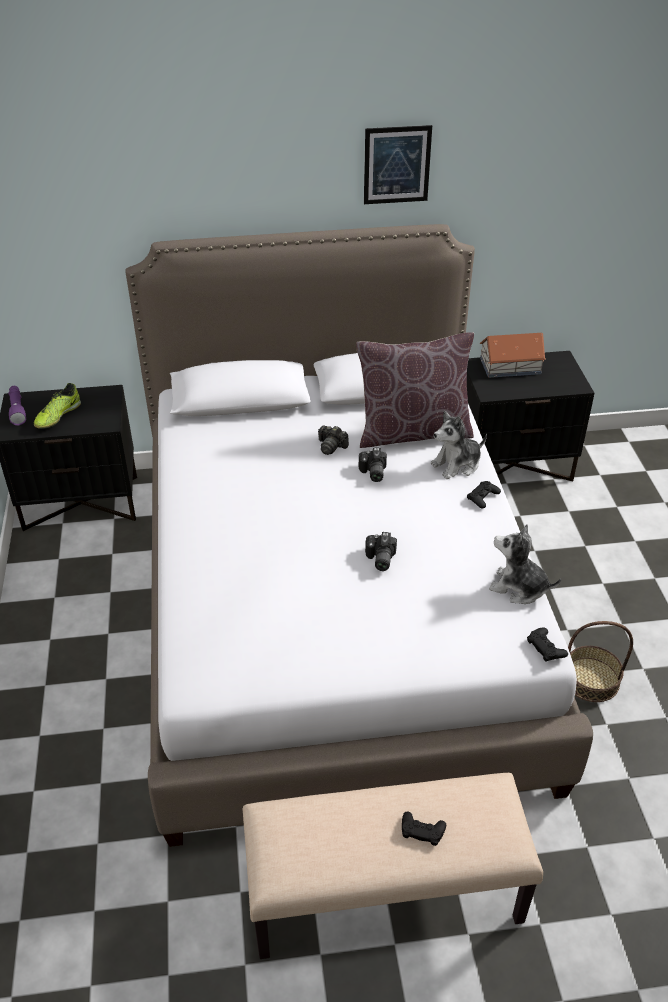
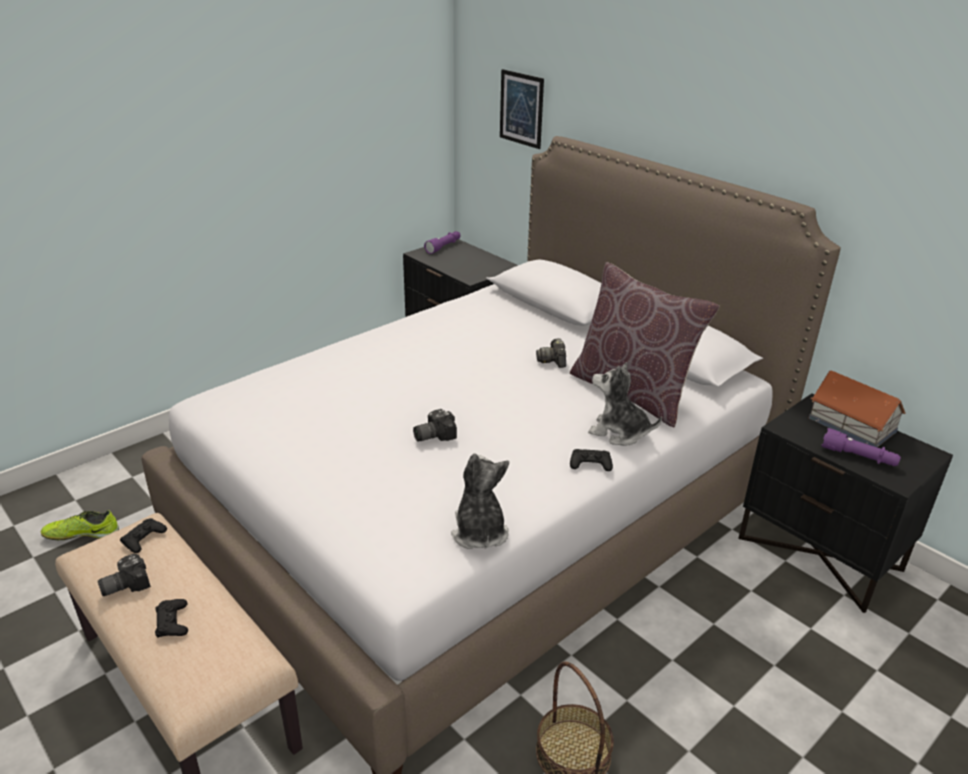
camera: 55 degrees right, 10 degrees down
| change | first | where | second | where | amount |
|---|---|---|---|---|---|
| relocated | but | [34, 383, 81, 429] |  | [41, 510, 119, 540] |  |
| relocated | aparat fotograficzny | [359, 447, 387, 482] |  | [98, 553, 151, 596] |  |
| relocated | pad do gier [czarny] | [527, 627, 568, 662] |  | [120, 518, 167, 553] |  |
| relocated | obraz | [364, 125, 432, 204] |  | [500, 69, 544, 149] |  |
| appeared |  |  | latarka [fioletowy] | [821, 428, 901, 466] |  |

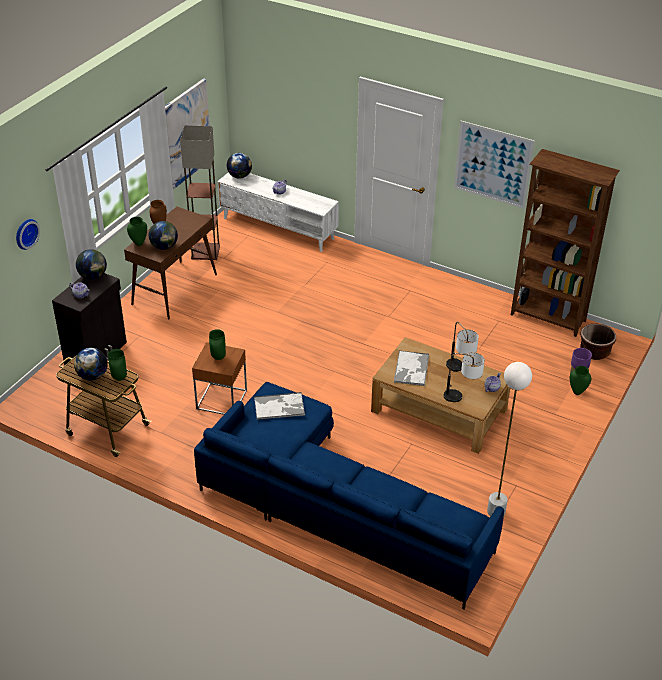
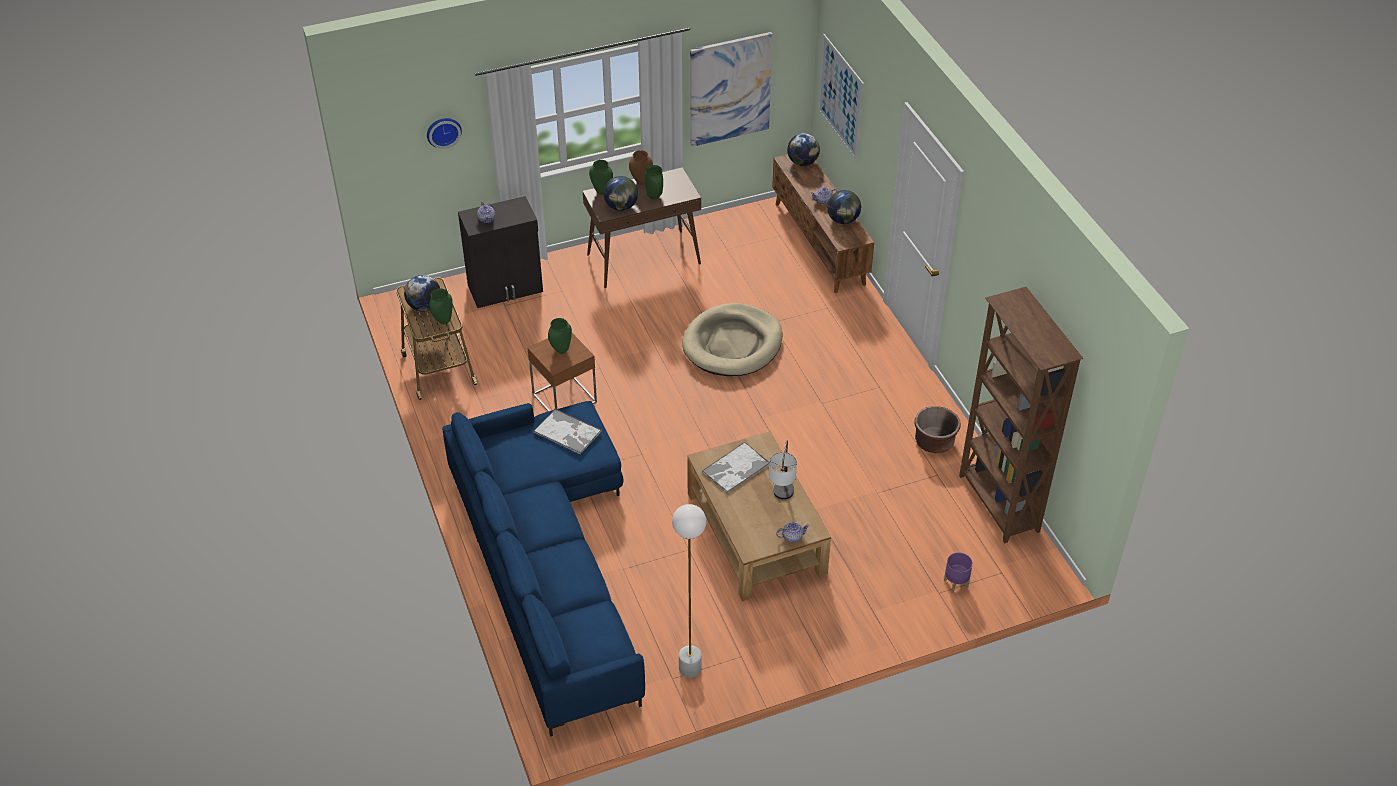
camera: 40 degrees right, 5 degrees up
| change | first | where | second | where | amount |
|---|---|---|---|---|---|
| relocated | wazon [zielony] | [570, 366, 591, 395] |  | [645, 165, 663, 200] |  |
| appeared |  |  | legowisko [beżowy] | [682, 303, 783, 376] |  |
| colour | szafka pod telewizor [biały] | [217, 172, 339, 252] | szafka pod telewizor [brązowy] | [772, 154, 874, 293] |  |
| relocated | obraz | [454, 121, 535, 209] |  | [818, 34, 864, 161] |  |
| relocated | globus | [76, 249, 107, 280] |  | [827, 190, 861, 224] |  |
| relocated | donica [brązowy] | [580, 324, 616, 360] |  | [915, 406, 961, 453] |  |
| missing | lampa stojąca | [180, 125, 220, 260] |  |  |  |
| missing | lampa stołowa | [444, 352, 485, 402] |  |  |  |

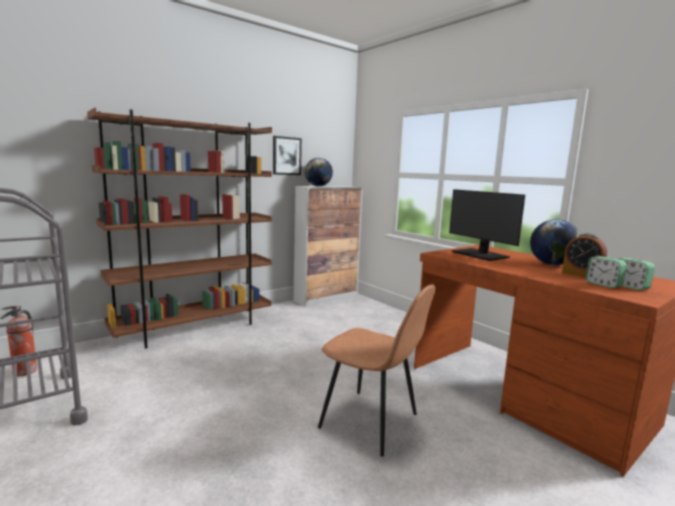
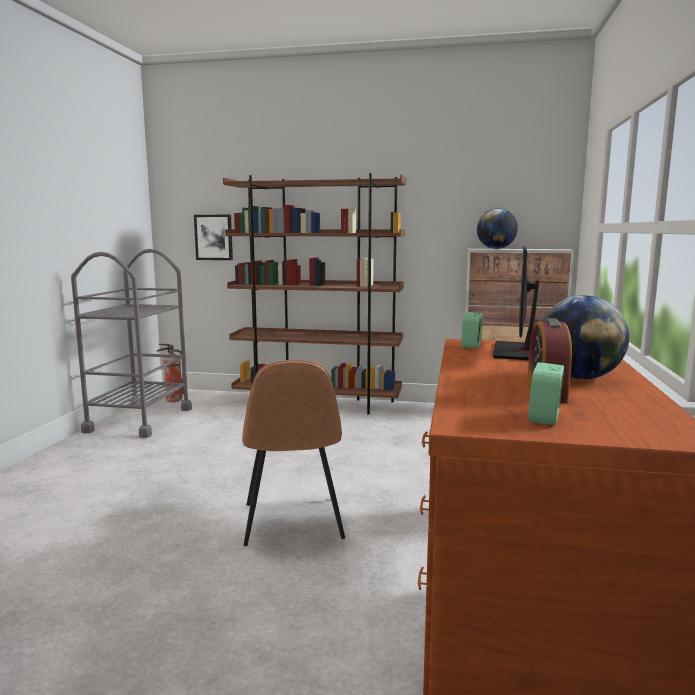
camera: 50 degrees right, 0 degrees up
| change | first | where | second | where | amount |
|---|---|---|---|---|---|
| relocated | obraz | [273, 136, 302, 175] |  | [194, 215, 233, 260] |  |
| relocated | budzik | [586, 256, 627, 288] |  | [461, 312, 483, 348] |  |

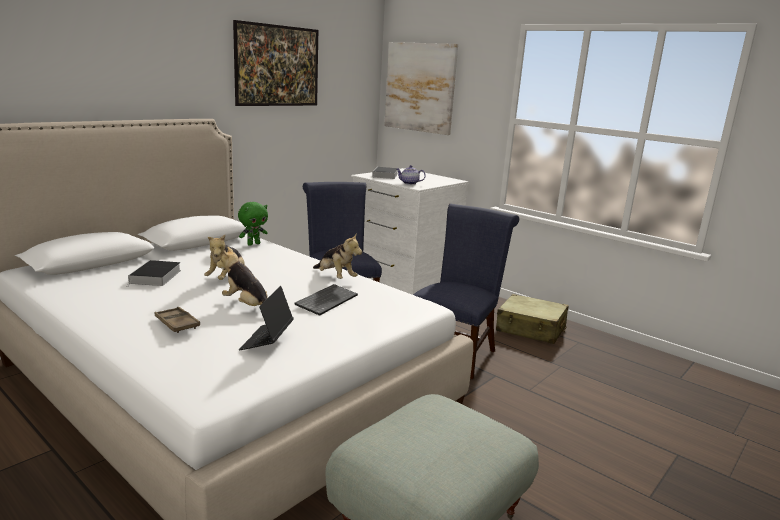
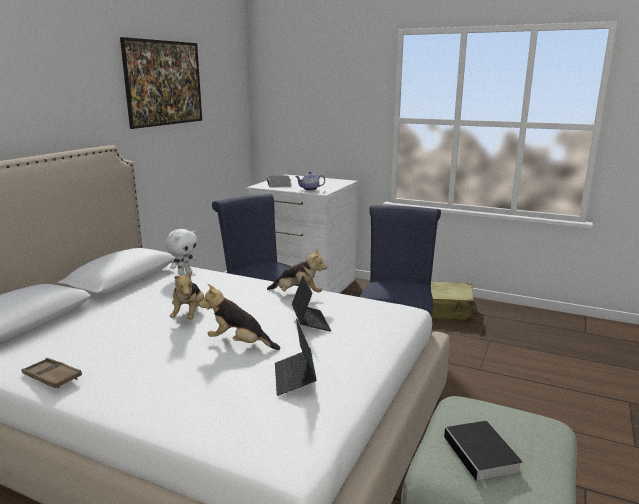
camera: 15 degrees left, 0 degrees up
| change | first | where | second | where | amount |
|---|---|---|---|---|---|
| relocated | taca [brązowy] | [155, 307, 200, 333] |  | [22, 358, 82, 388] |  |
| colour | pluszak [zielony] | [238, 202, 268, 246] | pluszak [biały] | [165, 229, 198, 275] |  |
| exchanged | klawiatura | [294, 284, 358, 316] | laptop | [292, 275, 331, 332] |  |
| relocated | książka | [127, 260, 181, 286] |  | [444, 421, 523, 491] |  |
| missing | obraz | [384, 42, 458, 135] |  |  |  |

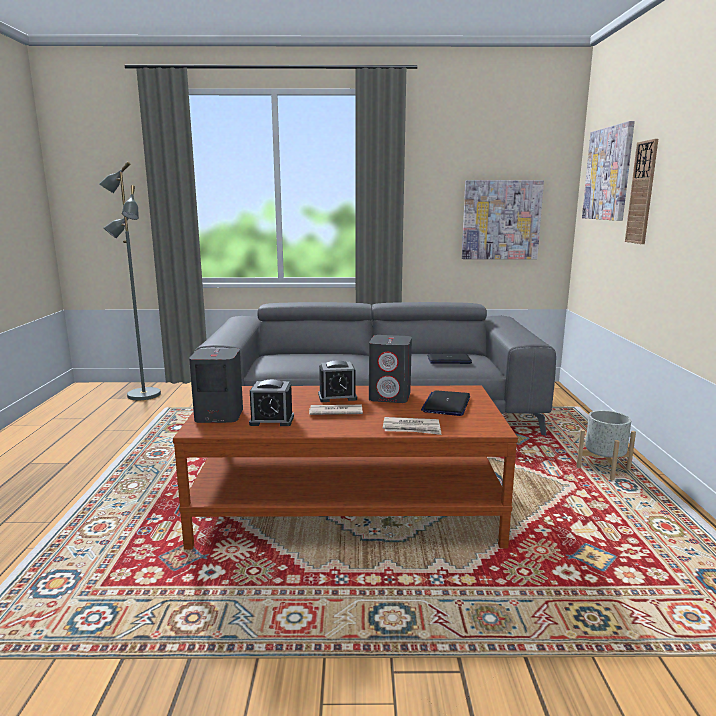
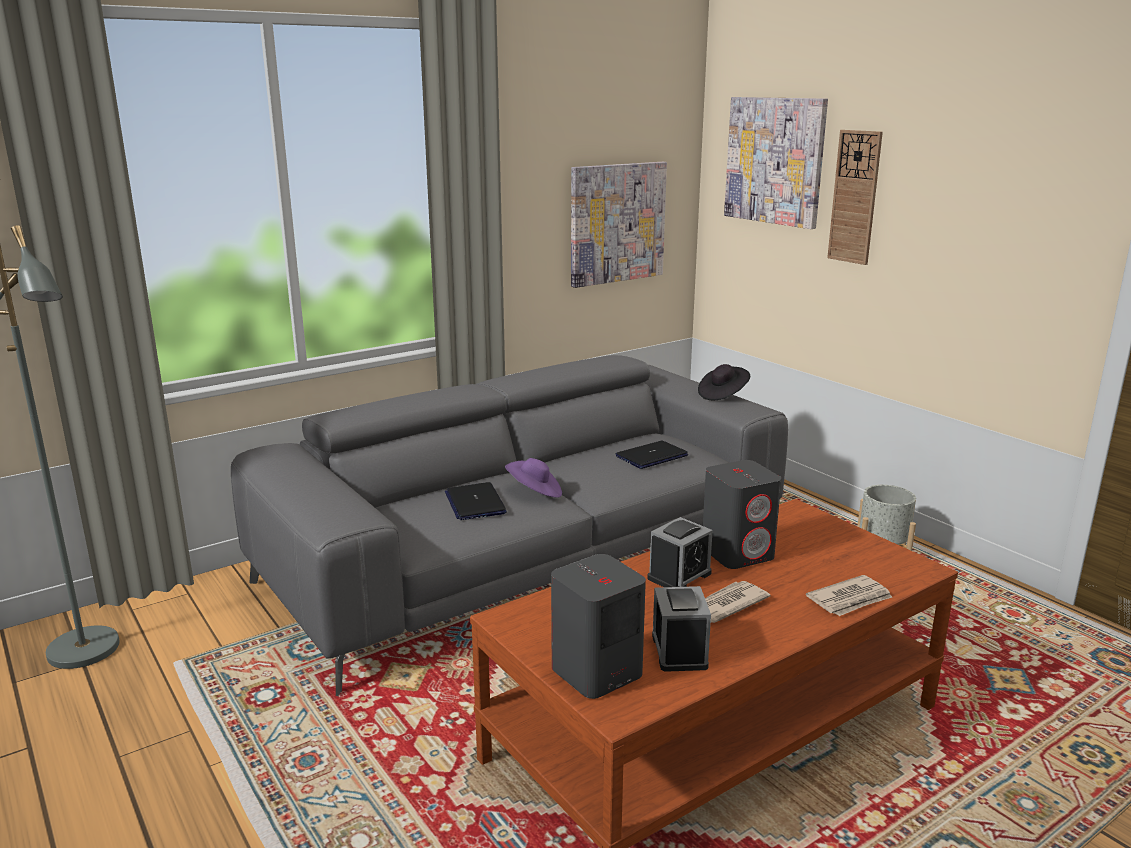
camera: 35 degrees left, 5 degrees up
| change | first | where | second | where | amount |
|---|---|---|---|---|---|
| relocated | laptop | [421, 390, 470, 416] |  | [445, 482, 507, 520] |  |
| appeared |  |  | kapelusz [fioletowy] | [505, 458, 562, 498] |  |
| spun | budzik | [249, 380, 294, 426] |  | [652, 586, 711, 672] | 120 degrees clockwise |
| appeared |  |  | kapelusz [czarny] | [698, 364, 750, 401] |  |

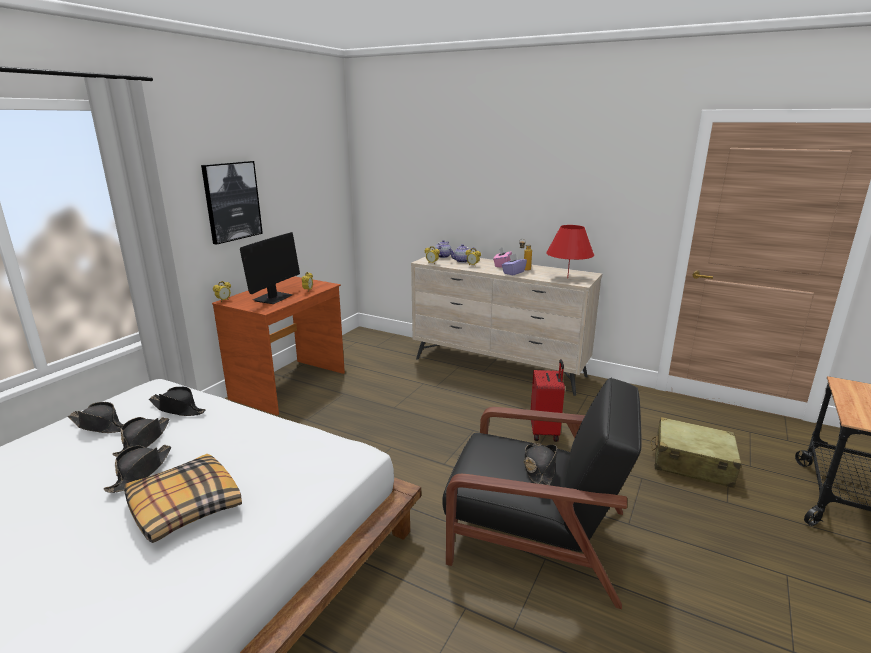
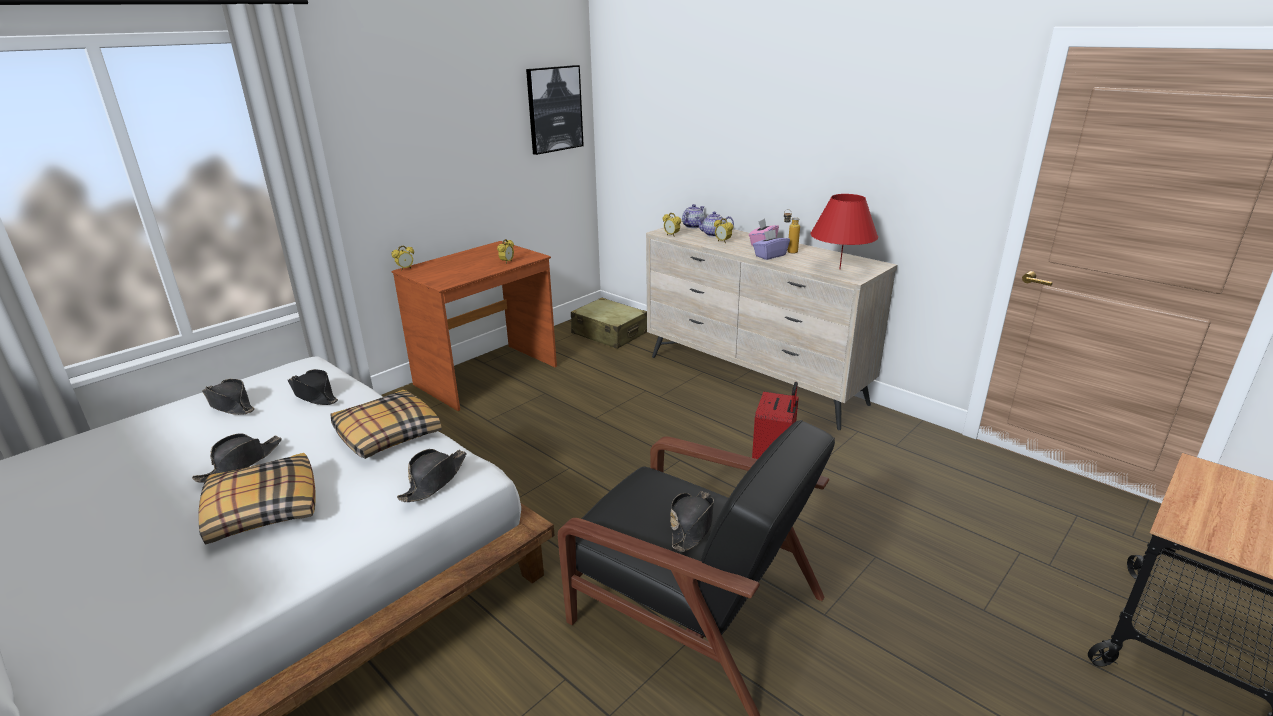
camera: 15 degrees right, 5 degrees up
| change | first | where | second | where | amount |
|---|---|---|---|---|---|
| appeared |  |  | poduszka | [330, 390, 442, 459] |  |
| relocated | kapelusz [czarny] | [113, 417, 169, 457] |  | [397, 449, 466, 502] |  |
| relocated | obraz | [201, 161, 263, 245] |  | [526, 65, 584, 155] |  |
| relocated | walizka [beżowy] | [651, 417, 741, 488] |  | [571, 298, 647, 349] |  |
| missing | monitor | [240, 232, 300, 304] |  |  |  |

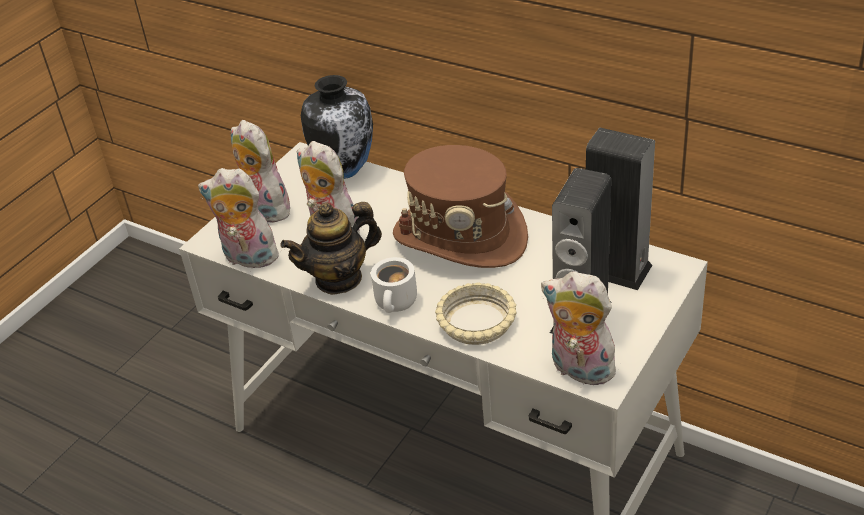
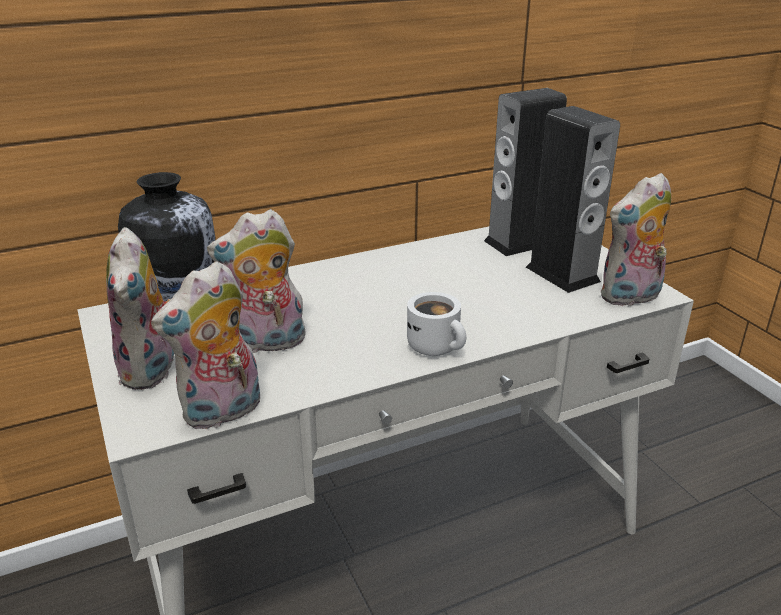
camera: 60 degrees left, 10 degrees down
| change | first | where | second | where | amount |
|---|---|---|---|---|---|
| spun | pluszak | [231, 120, 291, 223] |  | [106, 227, 174, 390] | 90 degrees counterclockwise |
| missing | imbryk | [280, 202, 382, 295] |  |  |  |
| missing | kapelusz [brązowy] | [393, 145, 528, 268] |  |  |  |
| missing | miska [beżowy] | [435, 282, 517, 345] |  |  |  |

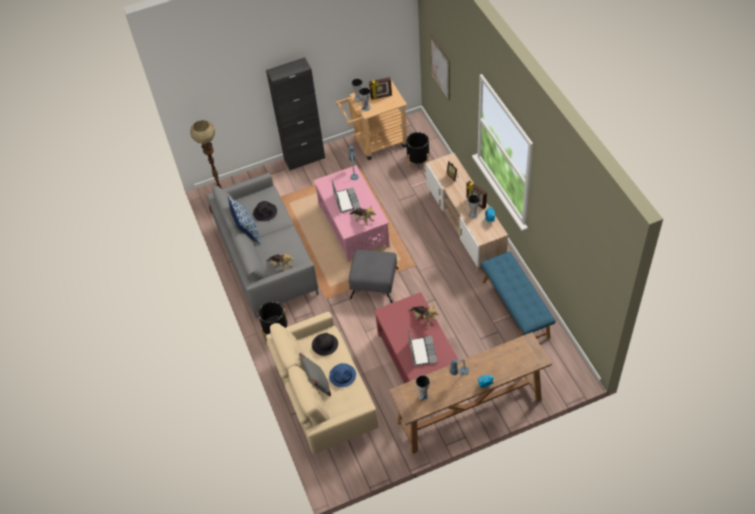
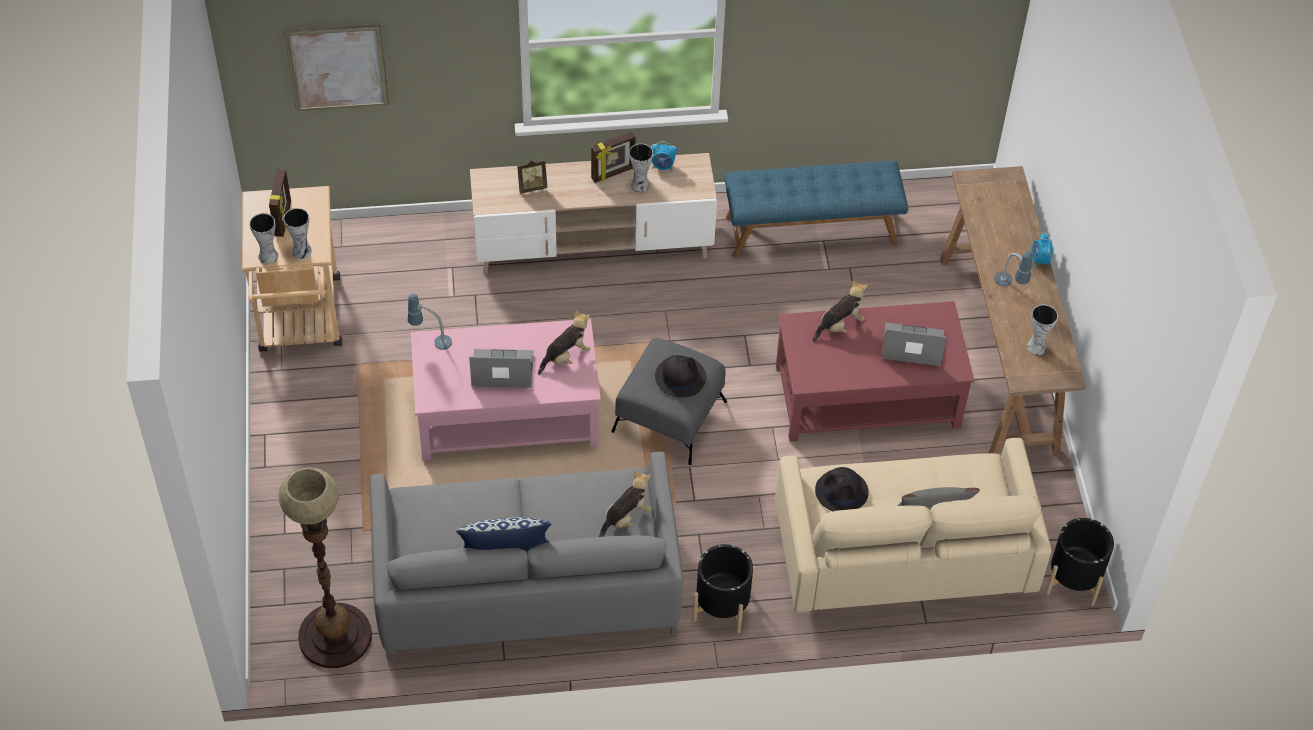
camera: 80 degrees left, 0 degrees up
| change | first | where | second | where | amount |
|---|---|---|---|---|---|
| relocated | kapelusz [czarny] | [253, 201, 277, 221] |  | [655, 355, 706, 397] |  |
| relocated | donica [czarny] | [406, 132, 429, 170] |  | [1046, 518, 1114, 606] |  |
| missing | szafka [czarny] | [266, 57, 325, 171] |  |  |  |
| missing | kapelusz [niebieski] | [329, 363, 356, 387] |  |  |  |

